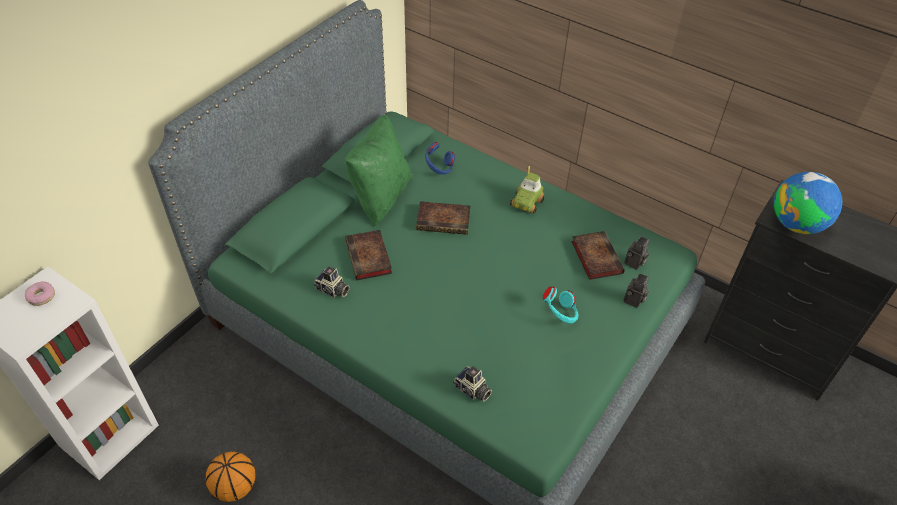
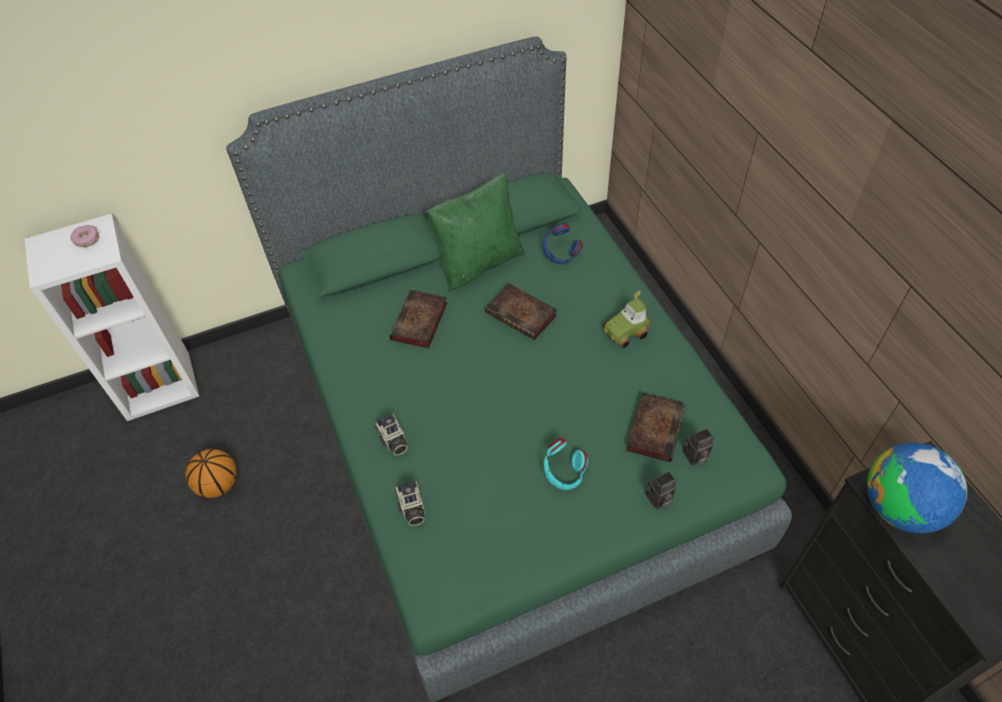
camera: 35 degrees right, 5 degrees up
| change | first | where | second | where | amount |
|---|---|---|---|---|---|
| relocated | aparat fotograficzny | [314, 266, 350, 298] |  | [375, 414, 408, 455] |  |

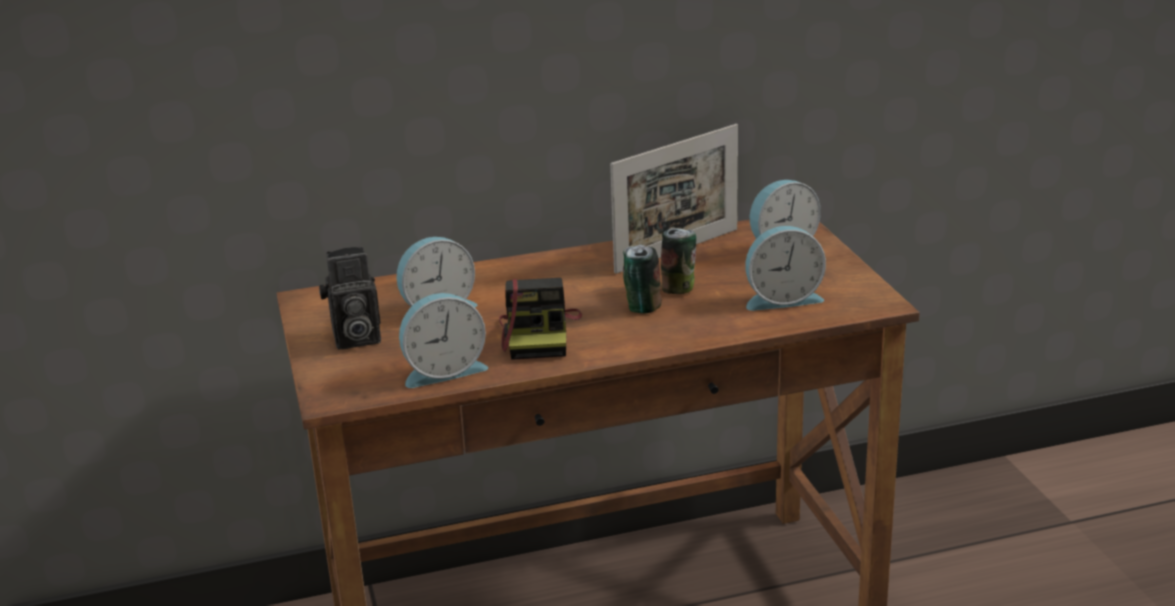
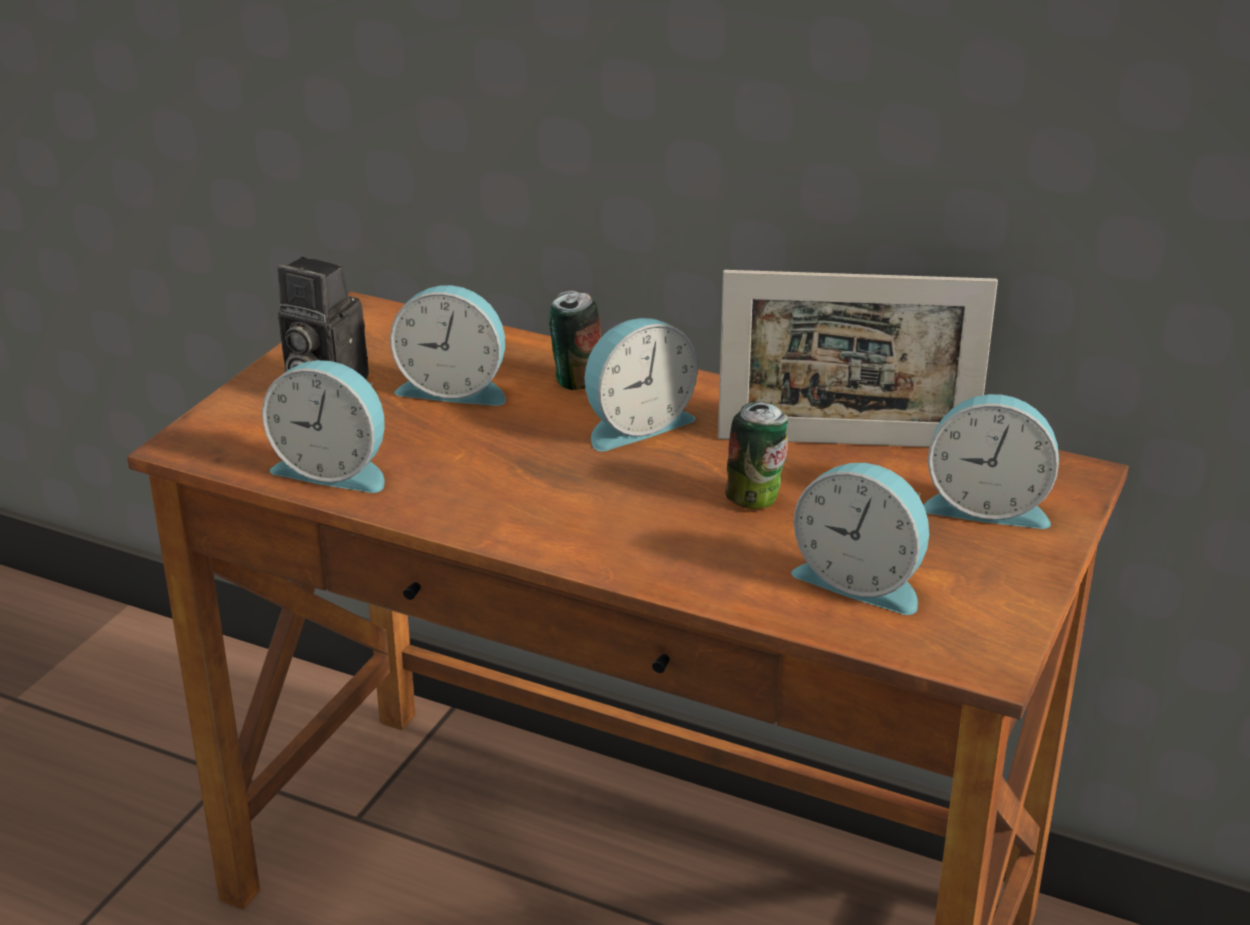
camera: 40 degrees right, 5 degrees up
| change | first | where | second | where | amount |
|---|---|---|---|---|---|
| relocated | puszka | [623, 244, 662, 313] |  | [549, 291, 601, 390] |  |
| appeared |  |  | budzik | [585, 318, 698, 451] |  |
| missing | aparat fotograficzny | [499, 278, 582, 360] |  |  |  |

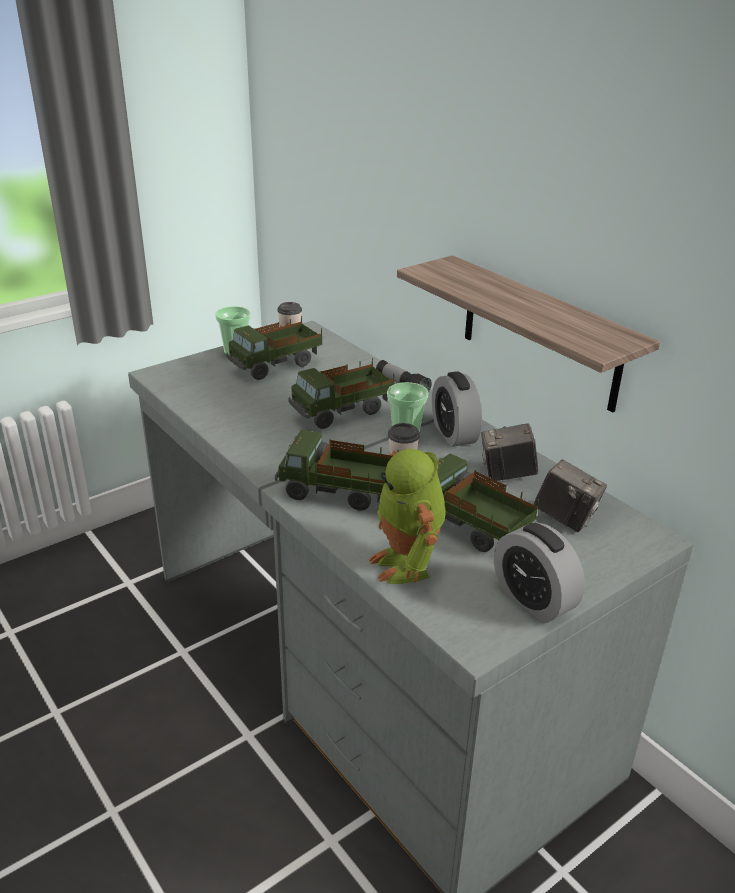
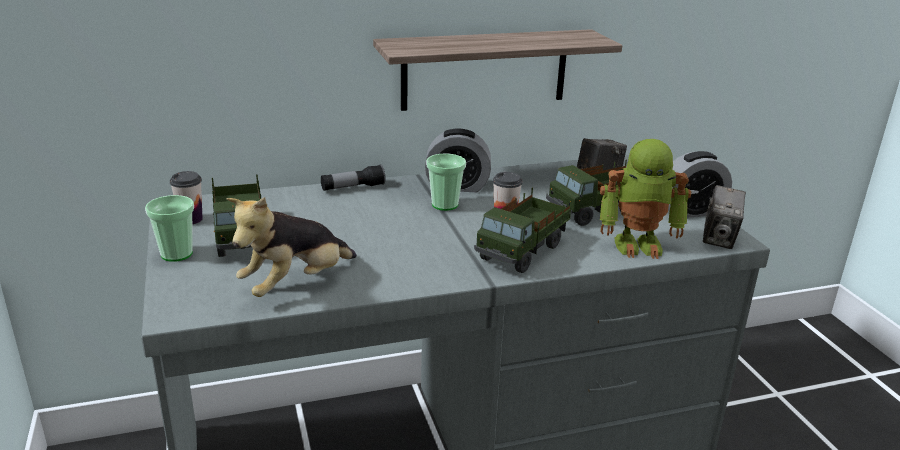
camera: 70 degrees left, 5 degrees down
| change | first | where | second | where | amount |
|---|---|---|---|---|---|
| appeared |  |  | pluszak | [227, 197, 357, 297] |  |
| relocated | aparat fotograficzny | [481, 423, 538, 481] |  | [703, 185, 746, 249] |  |
| missing | ciężarówka zabawkowa | [289, 358, 394, 429] |  |  |  |

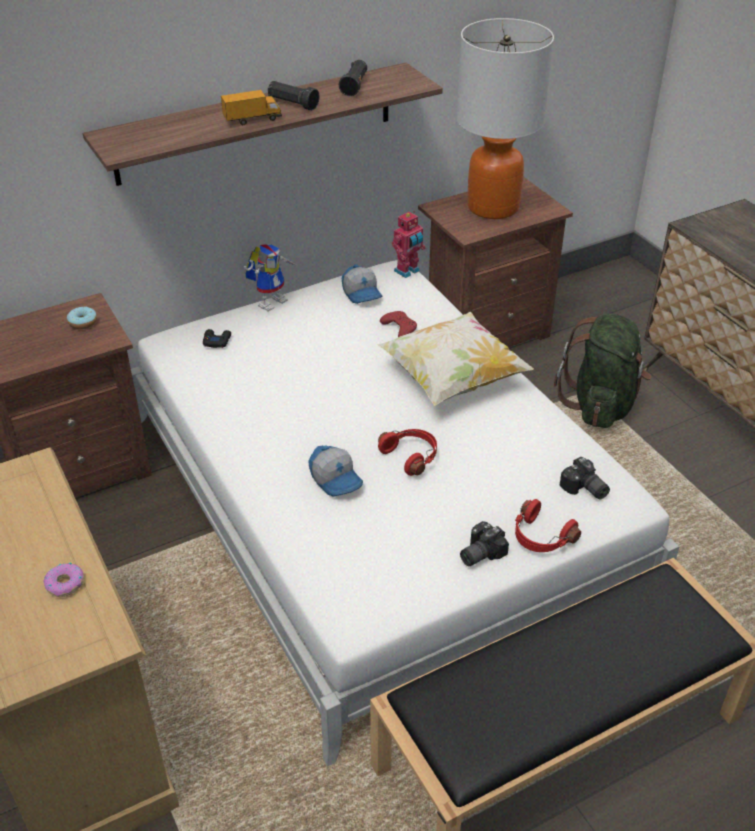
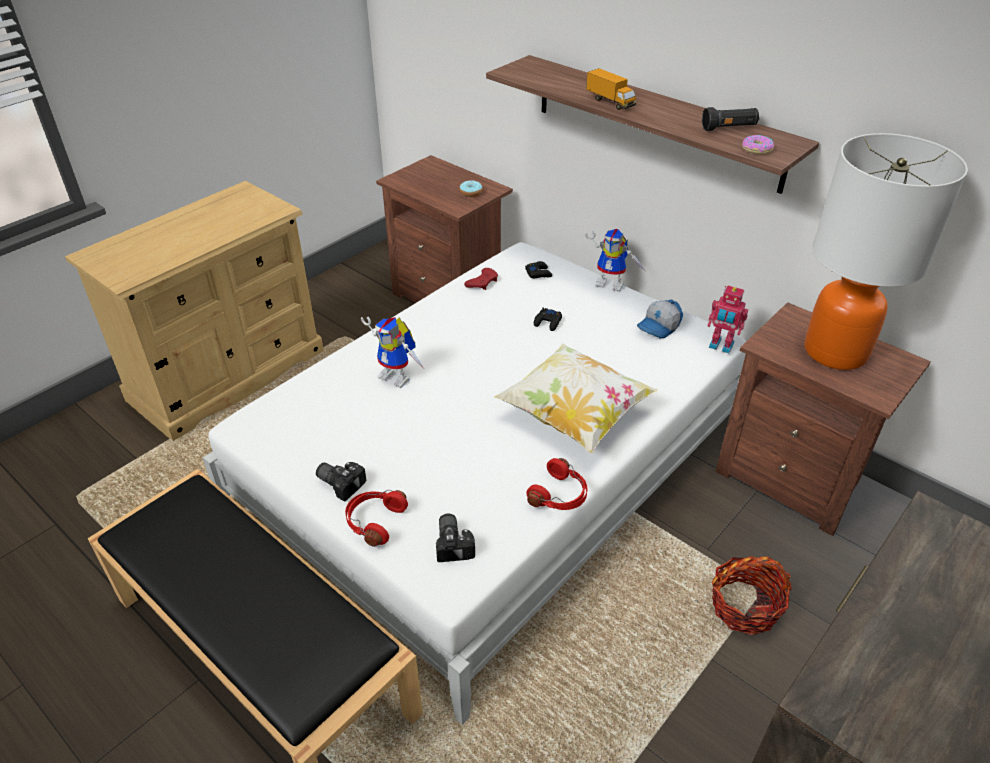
camera: 70 degrees right, 0 degrees up
| change | first | where | second | where | amount |
|---|---|---|---|---|---|
| exchanged | czapka z daszkiem | [308, 445, 363, 497] | robot zabawkowy | [361, 317, 425, 388] |  |
| spun | aparat fotograficzny | [560, 457, 610, 500] |  | [436, 514, 475, 562] | 135 degrees clockwise |
| relocated | pad do gier [czerwony] | [380, 311, 417, 337] |  | [464, 268, 498, 290] |  |
| relocated | słuchawki [czerwony] | [378, 429, 437, 476] |  | [526, 458, 588, 510] |  |
| appeared |  |  | pad do gier [czarny] | [534, 308, 562, 331] |  |
| exchanged | plecak [zielony] | [554, 313, 651, 428] | koszyk | [712, 556, 792, 635] |  |
| relocated | donut | [44, 563, 84, 597] |  | [742, 135, 774, 154] |  |
| missing | latarka [czarny] | [268, 81, 320, 111] |  |  |  |

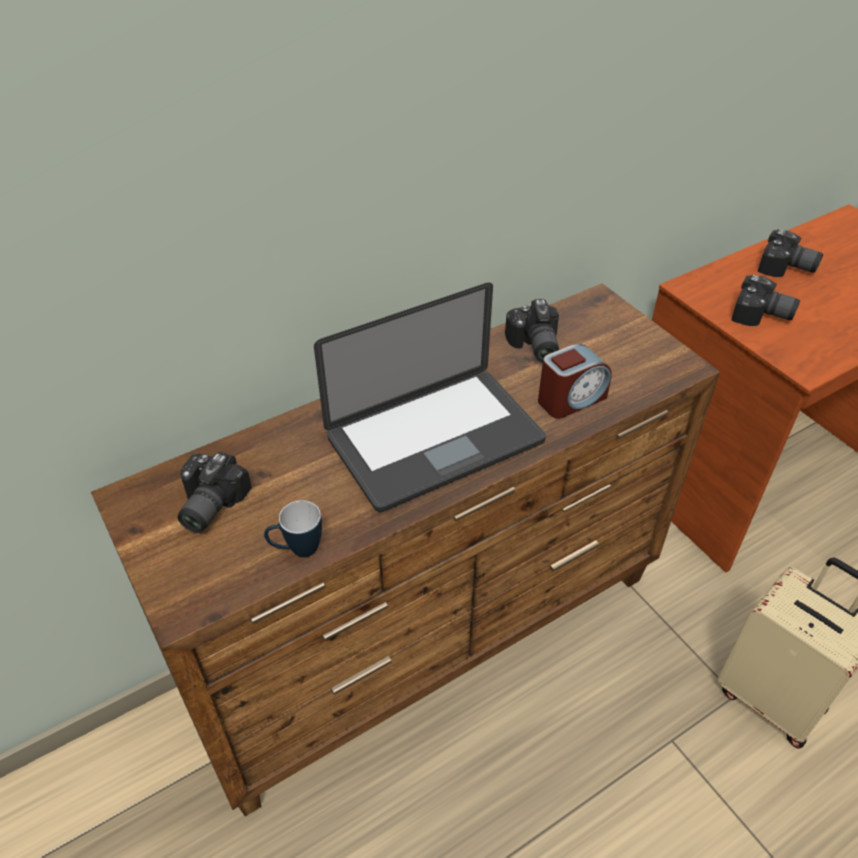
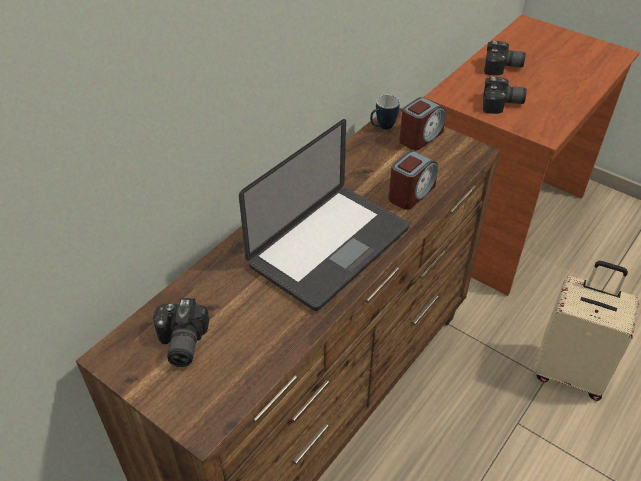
camera: 20 degrees left, 0 degrees up
| change | first | where | second | where | amount |
|---|---|---|---|---|---|
| relocated | kubek | [264, 500, 322, 557] |  | [370, 95, 400, 129] |  |
| appeared |  |  | budzik | [399, 97, 446, 150] |  |
| missing | aparat fotograficzny | [505, 299, 559, 363] |  |  |  |

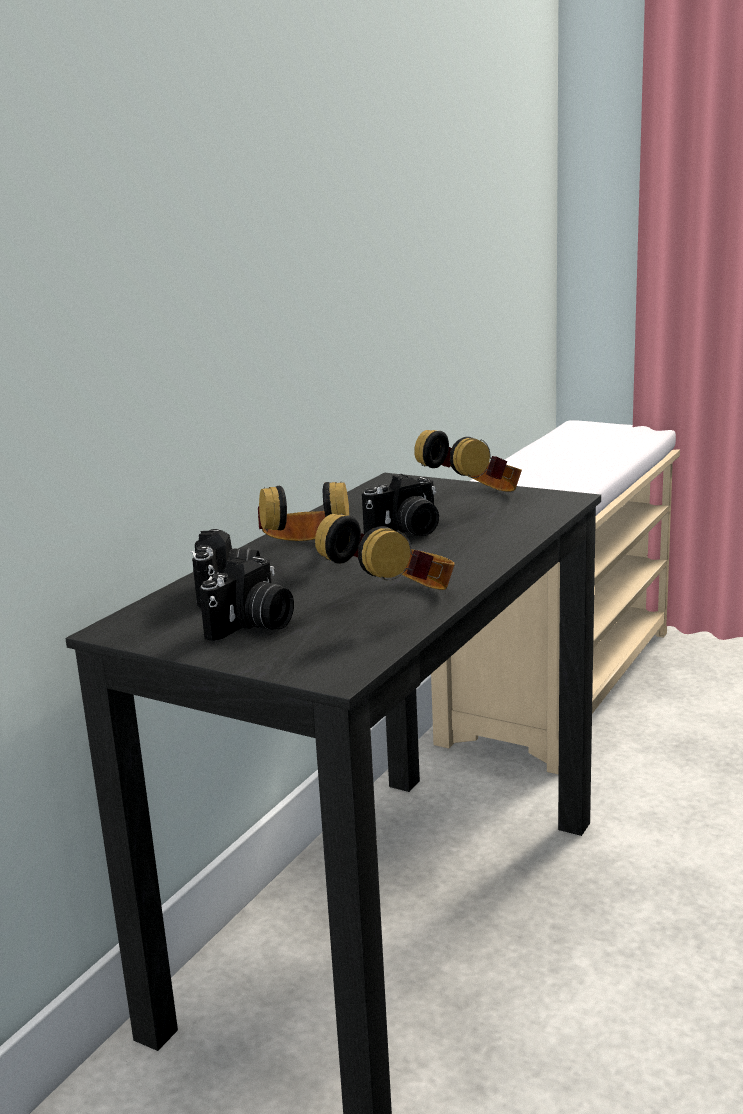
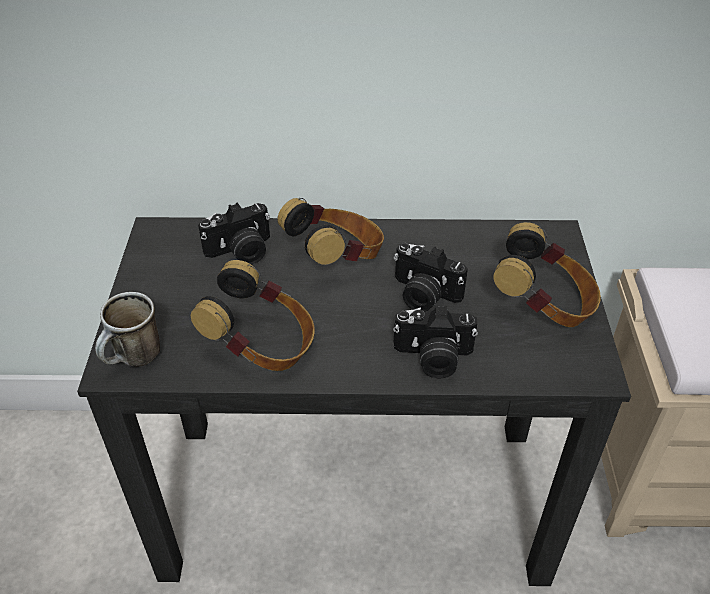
camera: 60 degrees right, 25 degrees up
| change | first | where | second | where | amount |
|---|---|---|---|---|---|
| appeared |  |  | kubek | [95, 292, 160, 367] |  |
| relocated | aparat fotograficzny | [199, 556, 294, 641] |  | [393, 305, 478, 379] |  |

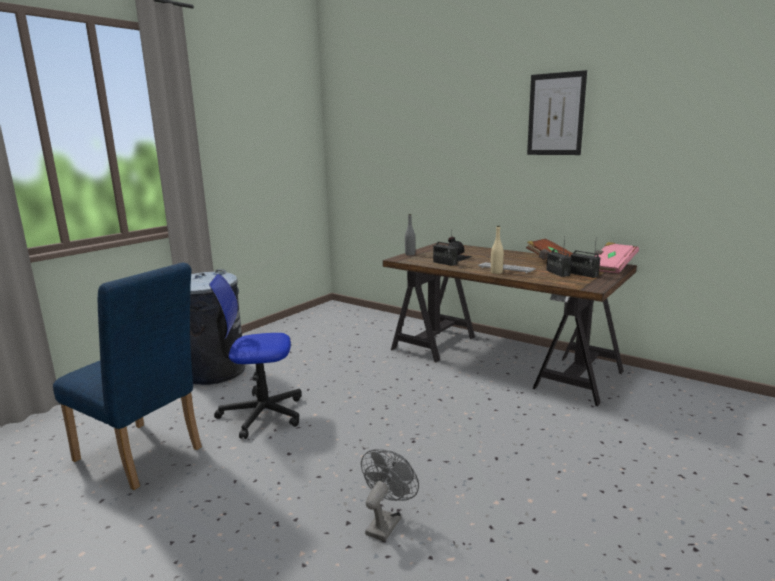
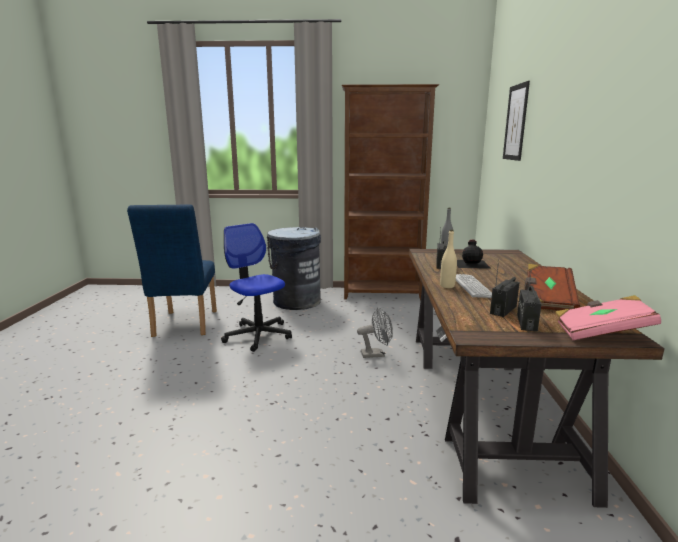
camera: 55 degrees right, 0 degrees up
| change | first | where | second | where | amount |
|---|---|---|---|---|---|
| appeared |  |  | regał [brązowy] | [342, 84, 439, 300] |  |
| relocated | wentylator [szary] | [361, 449, 419, 542] |  | [357, 307, 393, 358] |  |
| relocated | obraz | [527, 70, 587, 155] |  | [503, 81, 530, 161] |  |

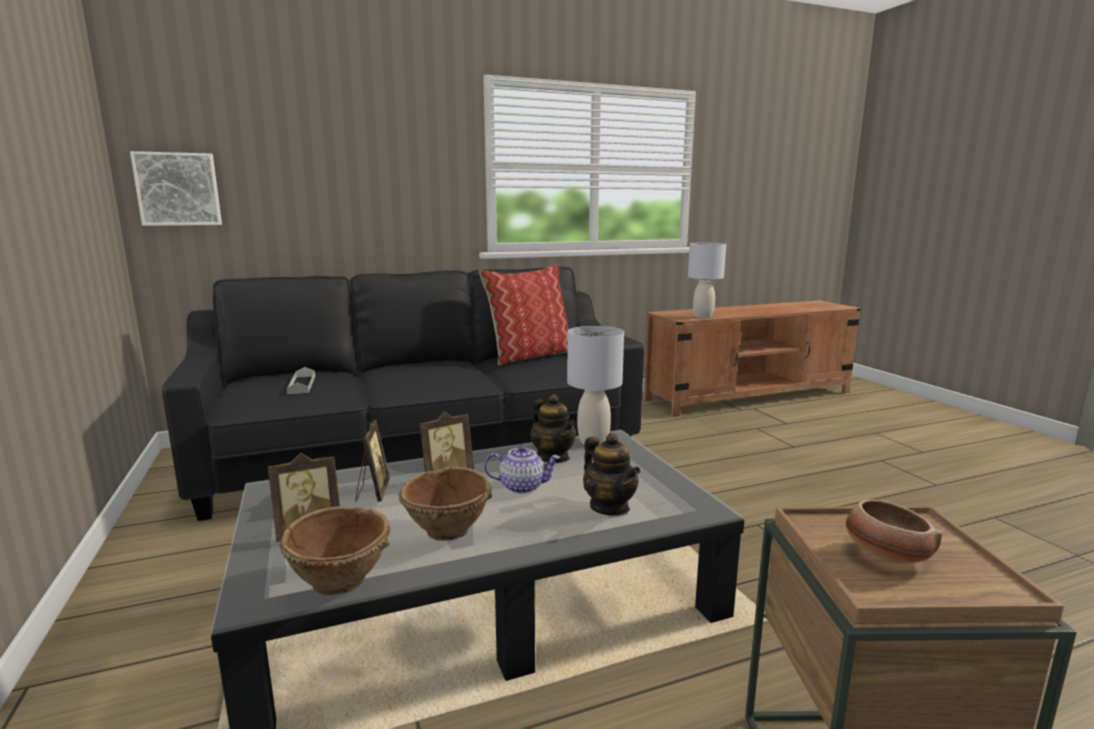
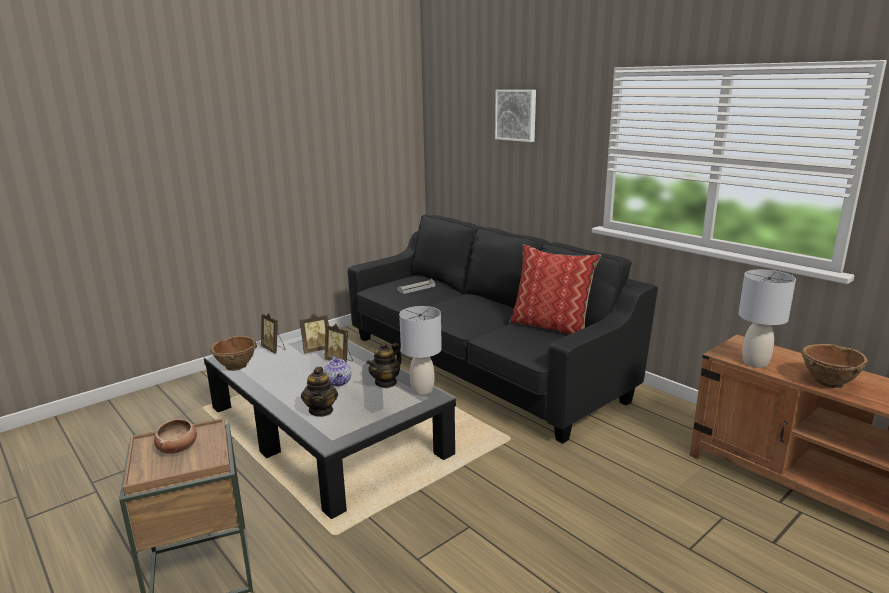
camera: 70 degrees right, 5 degrees up
| change | first | where | second | where | amount |
|---|---|---|---|---|---|
| spun | imbryk | [583, 433, 640, 516] |  | [301, 367, 338, 417] | 45 degrees counterclockwise |
| relocated | obraz | [130, 151, 222, 226] |  | [495, 90, 536, 142] |  |
| relocated | miska [brązowy] | [399, 467, 492, 541] |  | [801, 344, 868, 388] |  |

